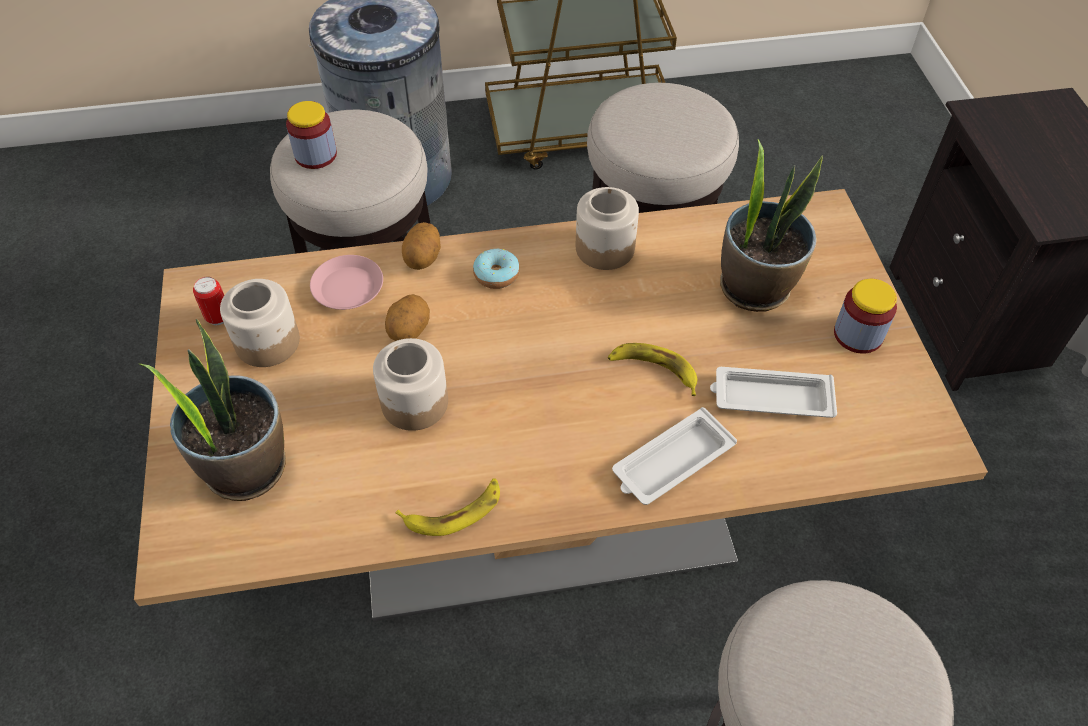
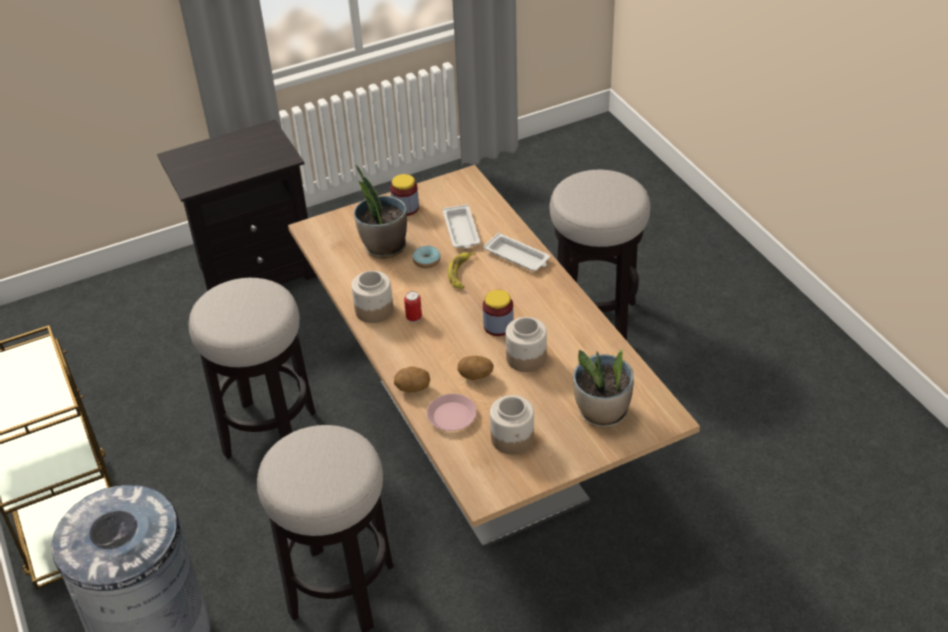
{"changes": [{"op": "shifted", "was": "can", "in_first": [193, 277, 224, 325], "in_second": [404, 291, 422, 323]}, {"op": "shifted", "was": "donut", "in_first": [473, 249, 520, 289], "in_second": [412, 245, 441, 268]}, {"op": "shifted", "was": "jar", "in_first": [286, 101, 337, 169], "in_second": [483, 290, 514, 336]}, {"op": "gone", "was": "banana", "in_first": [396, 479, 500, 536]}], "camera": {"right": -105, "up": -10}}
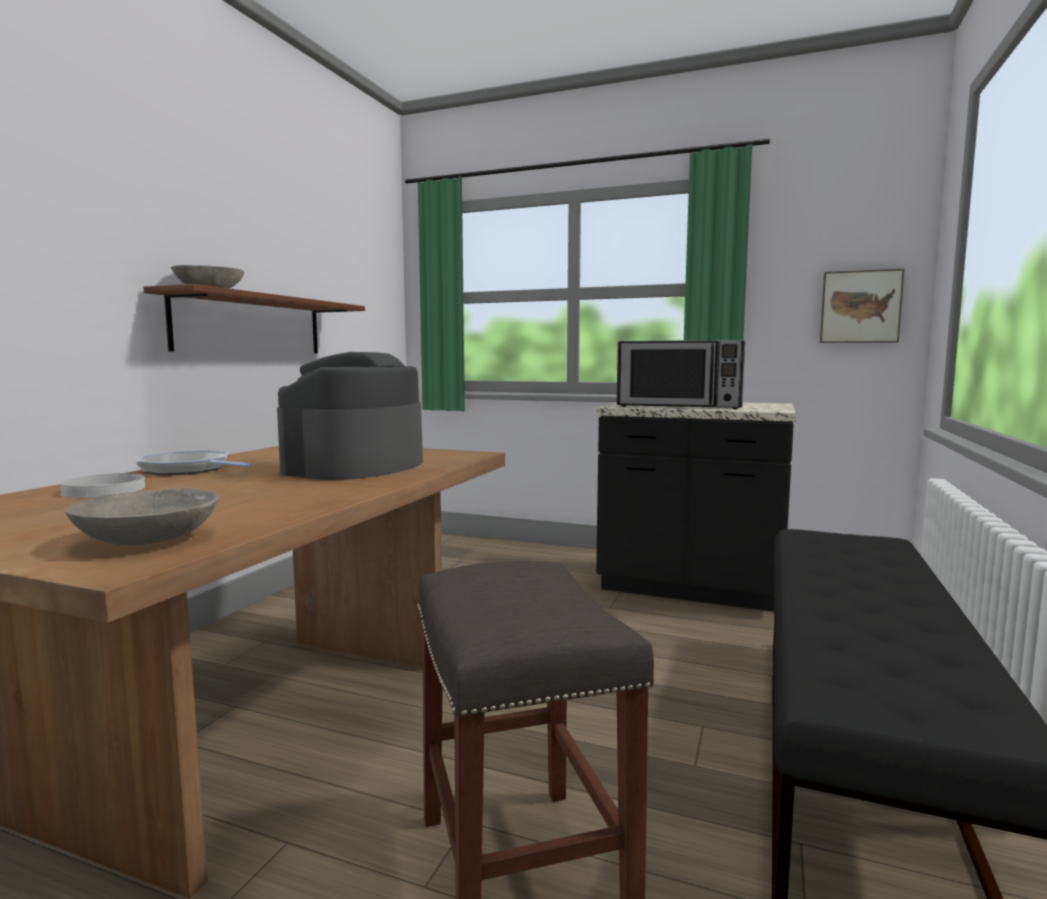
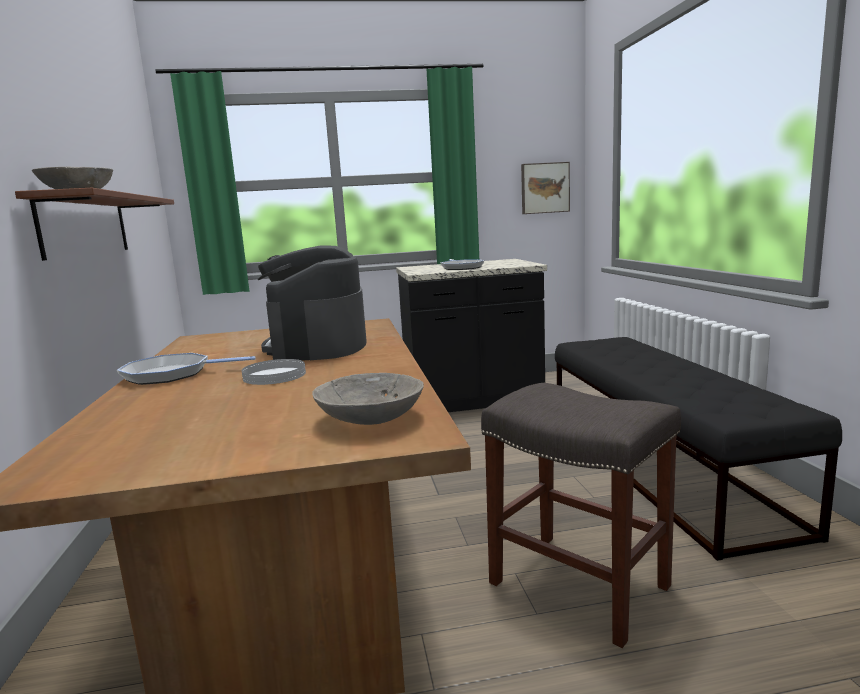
{"changes": [{"op": "shifted", "was": "plate in white", "in_first": [61, 473, 145, 498], "in_second": [242, 359, 306, 385]}, {"op": "swapped", "was": "microwave", "now": "frying pan", "in_first": [617, 340, 745, 409], "in_second": [440, 259, 484, 270]}], "camera": {"right": -30, "up": 5}}
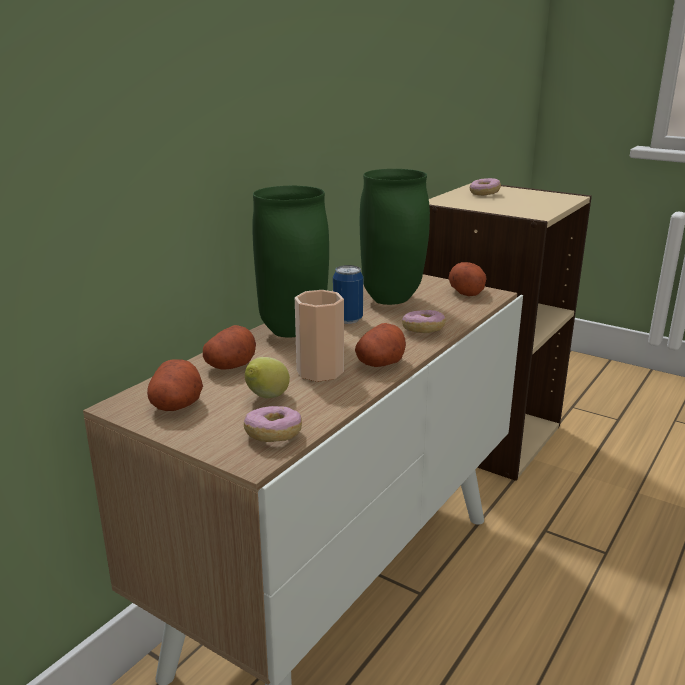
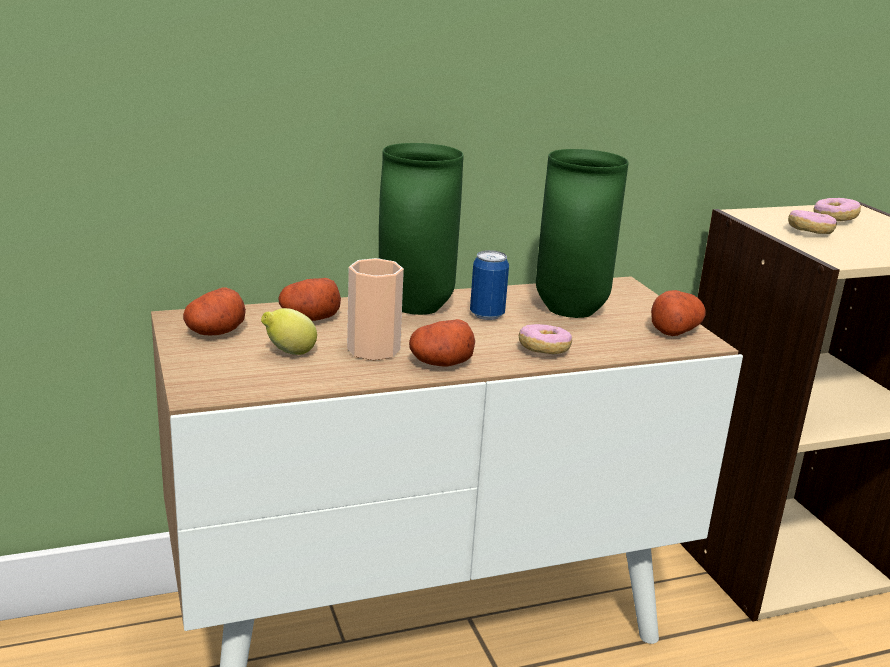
{"changes": [{"op": "shifted", "was": "donut", "in_first": [244, 406, 302, 442], "in_second": [788, 210, 837, 234]}], "camera": {"right": 35, "up": 0}}
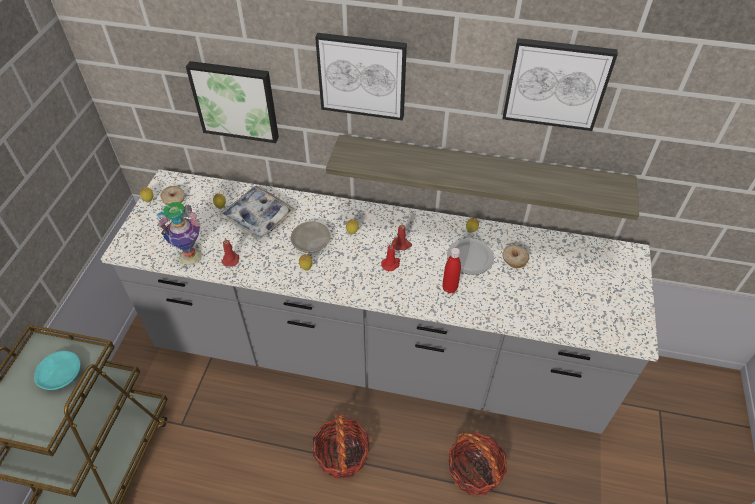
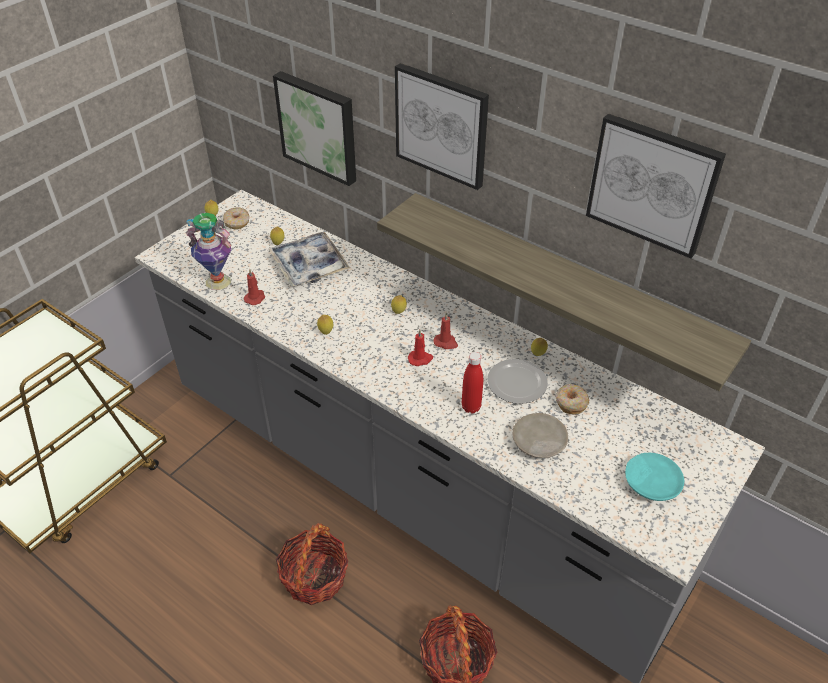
{"changes": [{"op": "shifted", "was": "plate in beige", "in_first": [291, 221, 330, 253], "in_second": [512, 413, 568, 458]}, {"op": "shifted", "was": "plate in turquoise", "in_first": [34, 351, 80, 390], "in_second": [625, 453, 684, 501]}], "camera": {"right": 25, "up": -5}}
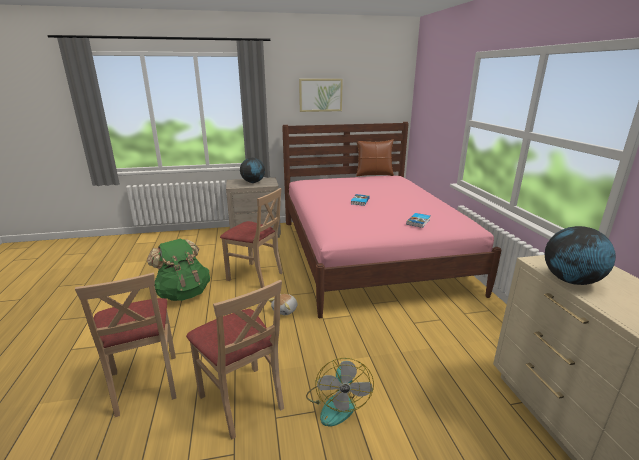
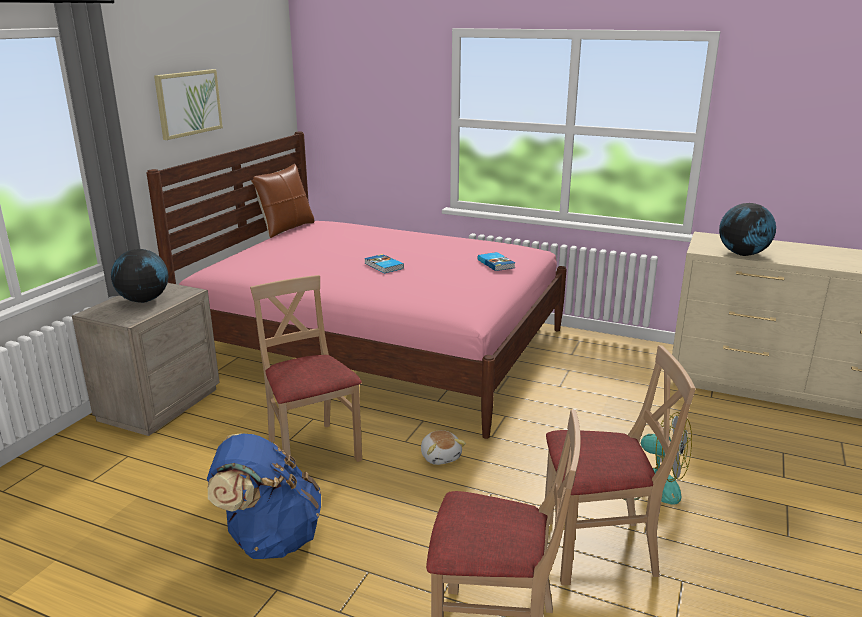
{"changes": [{"op": "repainted", "was": "backpack in green", "now": "backpack in blue", "in_first": [147, 239, 210, 301], "in_second": [207, 433, 321, 559]}, {"op": "rotated", "was": "chair in beige", "in_first": [220, 188, 283, 288], "in_second": [250, 275, 362, 467], "clockwise": -90}], "camera": {"right": -55, "up": 0}}
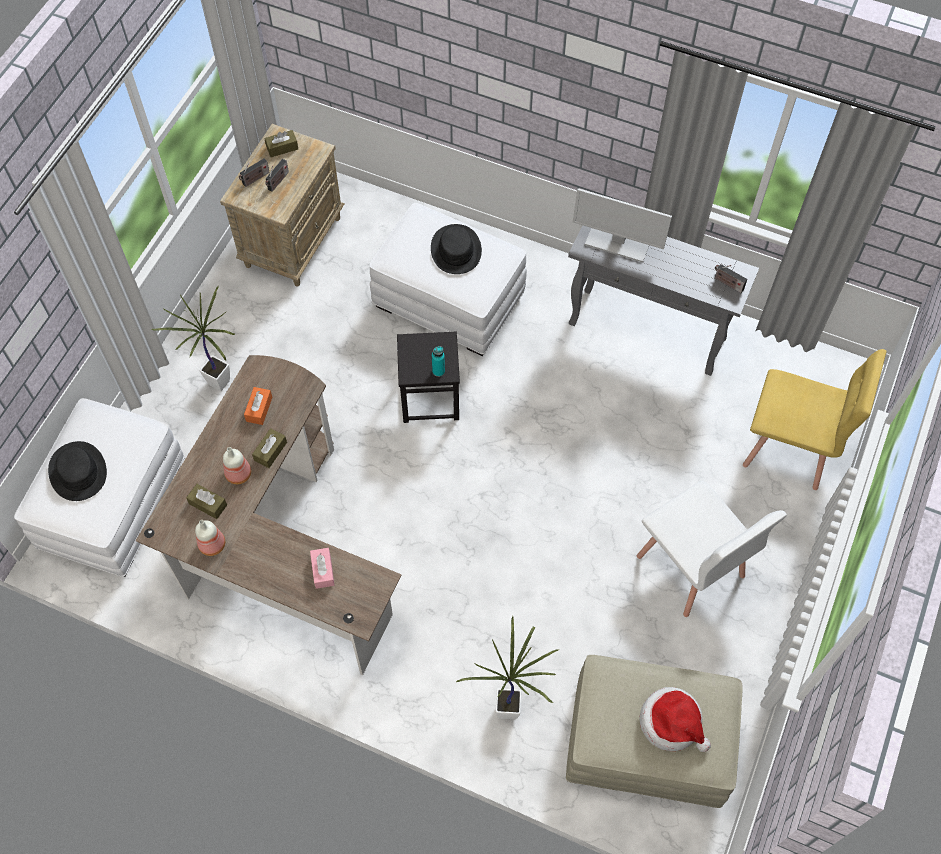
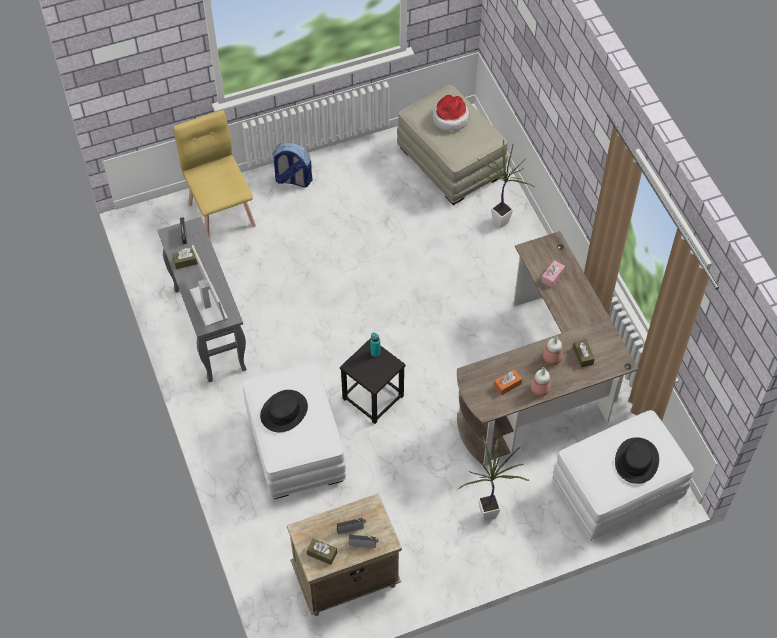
{"changes": [{"op": "shifted", "was": "tissue box in brown", "in_first": [252, 428, 287, 468], "in_second": [172, 248, 198, 269]}, {"op": "new", "now": "backpack", "in_second": [272, 142, 312, 188]}, {"op": "shifted", "was": "bottle", "in_first": [195, 520, 225, 556], "in_second": [530, 367, 550, 397]}, {"op": "gone", "was": "chair in white", "in_first": [637, 480, 787, 617]}], "camera": {"right": -135, "up": -5}}
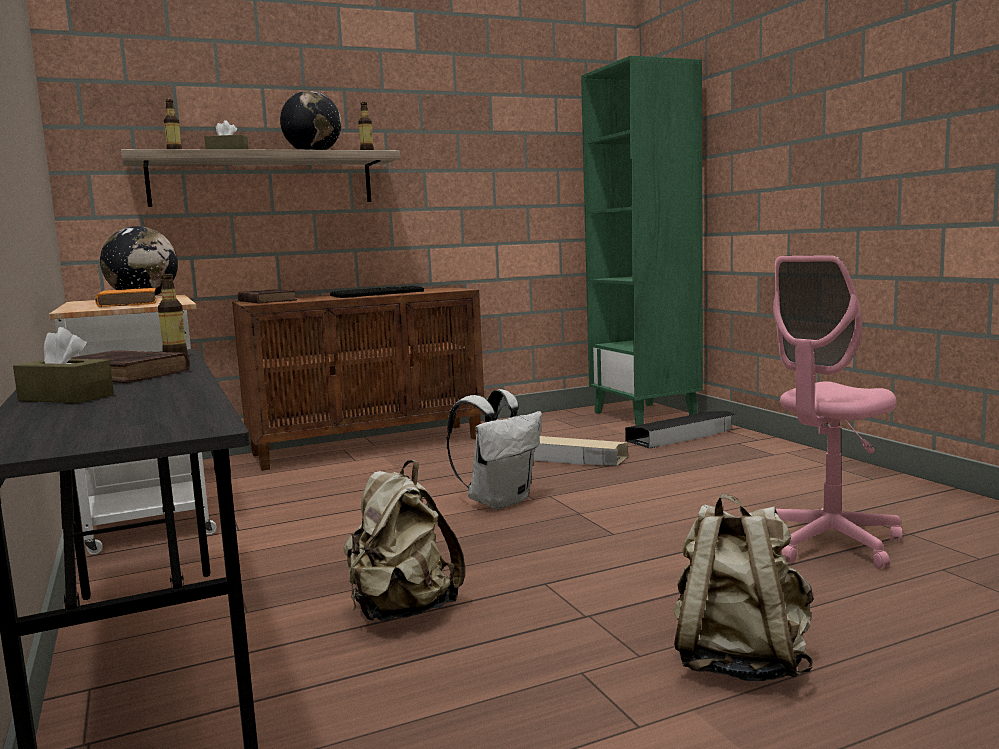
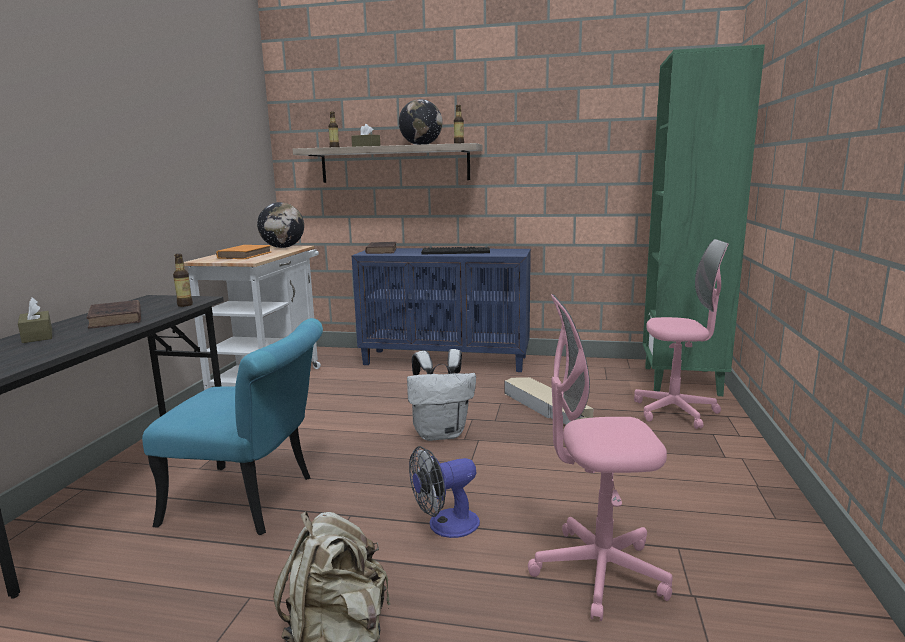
{"changes": [{"op": "swapped", "was": "backpack in beige", "now": "chair in turquoise", "in_first": [344, 460, 465, 621], "in_second": [142, 318, 323, 535]}, {"op": "repainted", "was": "cabinet in brown", "now": "cabinet in blue", "in_first": [232, 287, 484, 471], "in_second": [352, 248, 531, 372]}, {"op": "new", "now": "fan", "in_second": [409, 446, 480, 538]}, {"op": "swapped", "was": "storage box in black", "now": "office chair in pink", "in_first": [625, 411, 736, 449], "in_second": [634, 239, 728, 429]}], "camera": {"right": 35, "up": 5}}
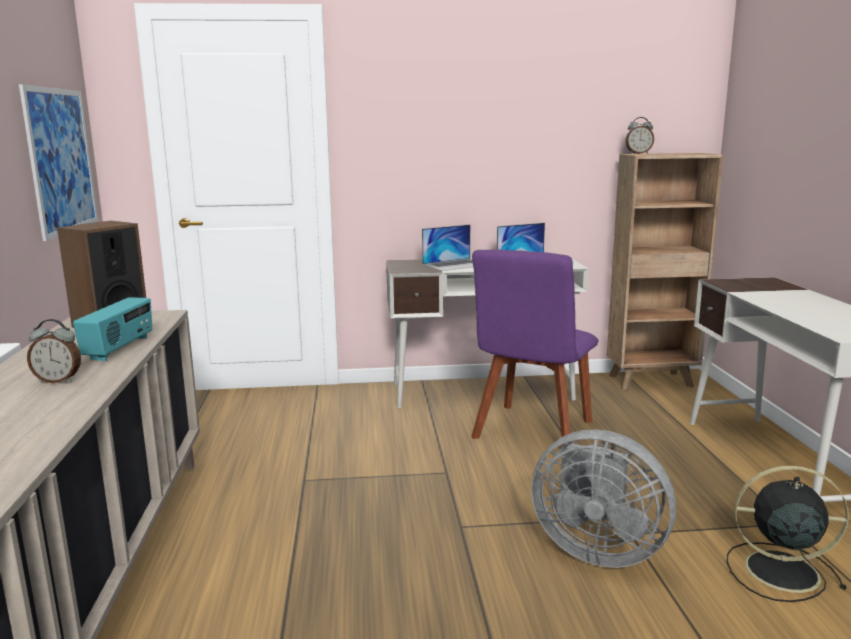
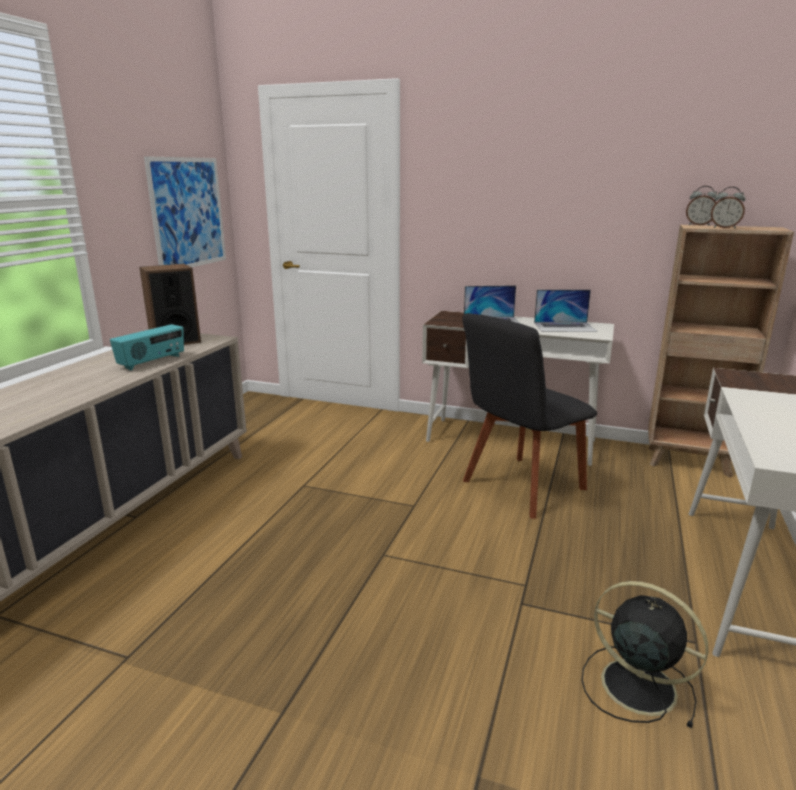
{"changes": [{"op": "repainted", "was": "chair in purple", "now": "chair in black", "in_first": [471, 249, 598, 445], "in_second": [462, 313, 597, 519]}, {"op": "shifted", "was": "alarm clock", "in_first": [27, 319, 81, 383], "in_second": [711, 187, 746, 229]}, {"op": "gone", "was": "fan in grey", "in_first": [531, 429, 676, 568]}], "camera": {"right": 25, "up": 5}}
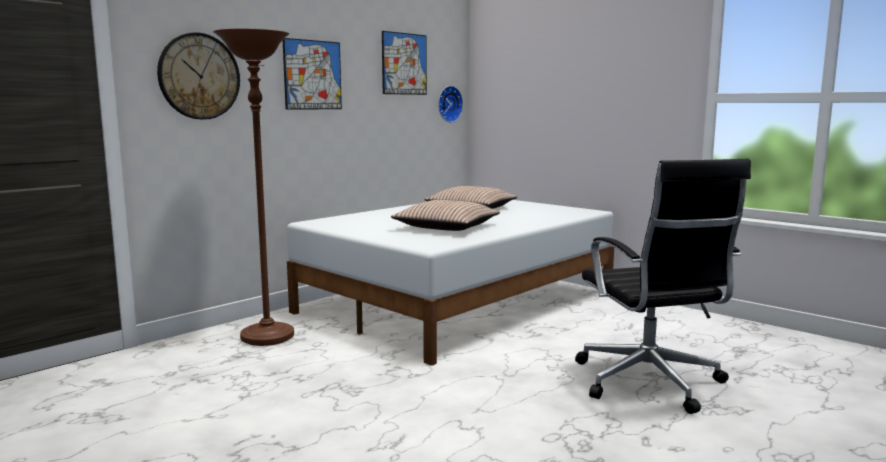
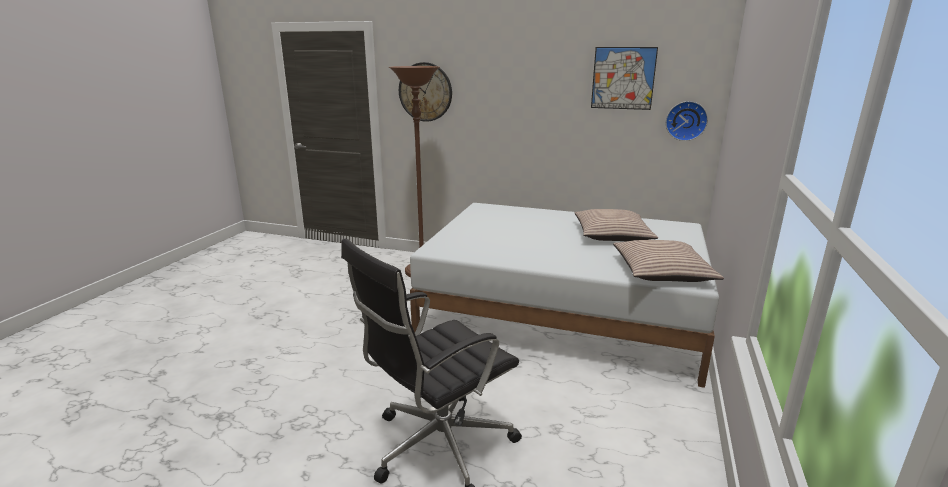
{"changes": [{"op": "shifted", "was": "pillow", "in_first": [391, 200, 500, 231], "in_second": [613, 240, 724, 282]}, {"op": "gone", "was": "picture", "in_first": [283, 38, 342, 110]}], "camera": {"right": 65, "up": 10}}
